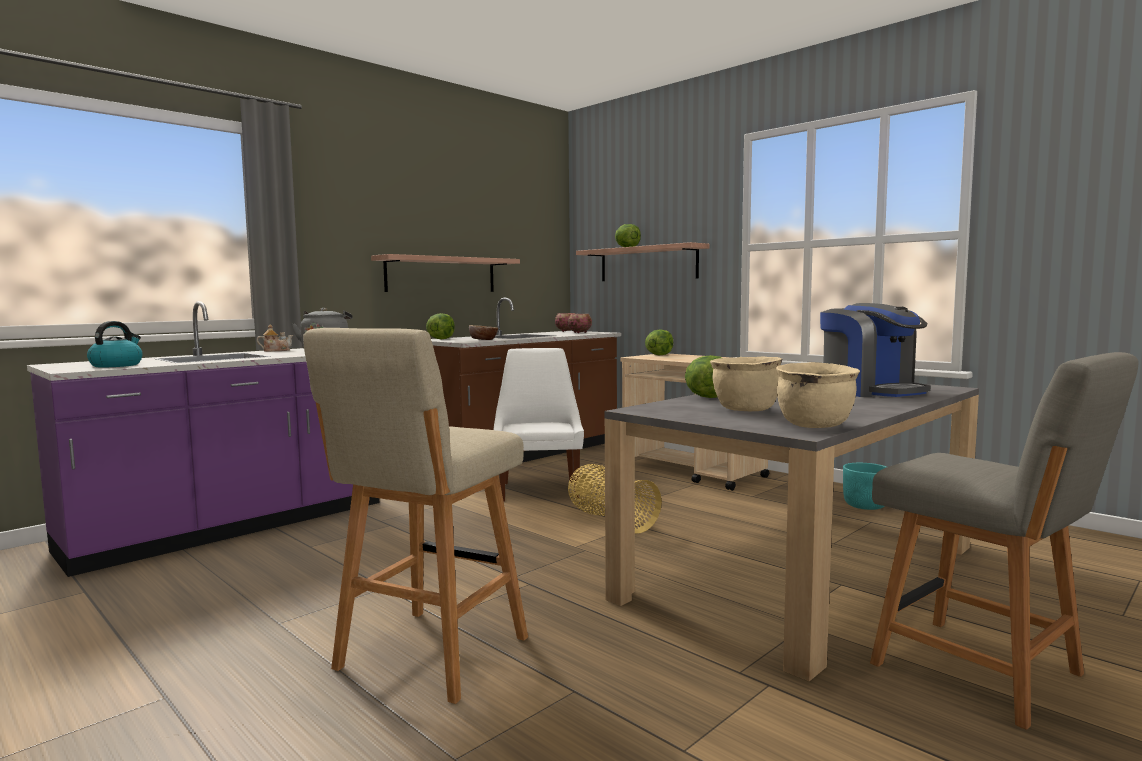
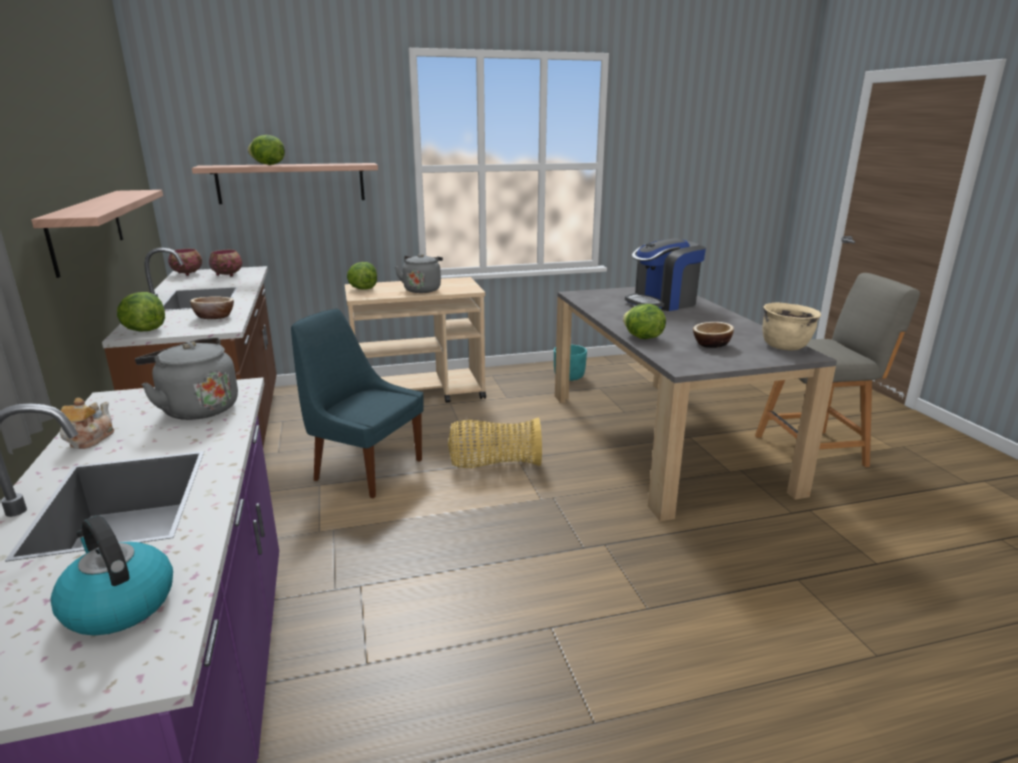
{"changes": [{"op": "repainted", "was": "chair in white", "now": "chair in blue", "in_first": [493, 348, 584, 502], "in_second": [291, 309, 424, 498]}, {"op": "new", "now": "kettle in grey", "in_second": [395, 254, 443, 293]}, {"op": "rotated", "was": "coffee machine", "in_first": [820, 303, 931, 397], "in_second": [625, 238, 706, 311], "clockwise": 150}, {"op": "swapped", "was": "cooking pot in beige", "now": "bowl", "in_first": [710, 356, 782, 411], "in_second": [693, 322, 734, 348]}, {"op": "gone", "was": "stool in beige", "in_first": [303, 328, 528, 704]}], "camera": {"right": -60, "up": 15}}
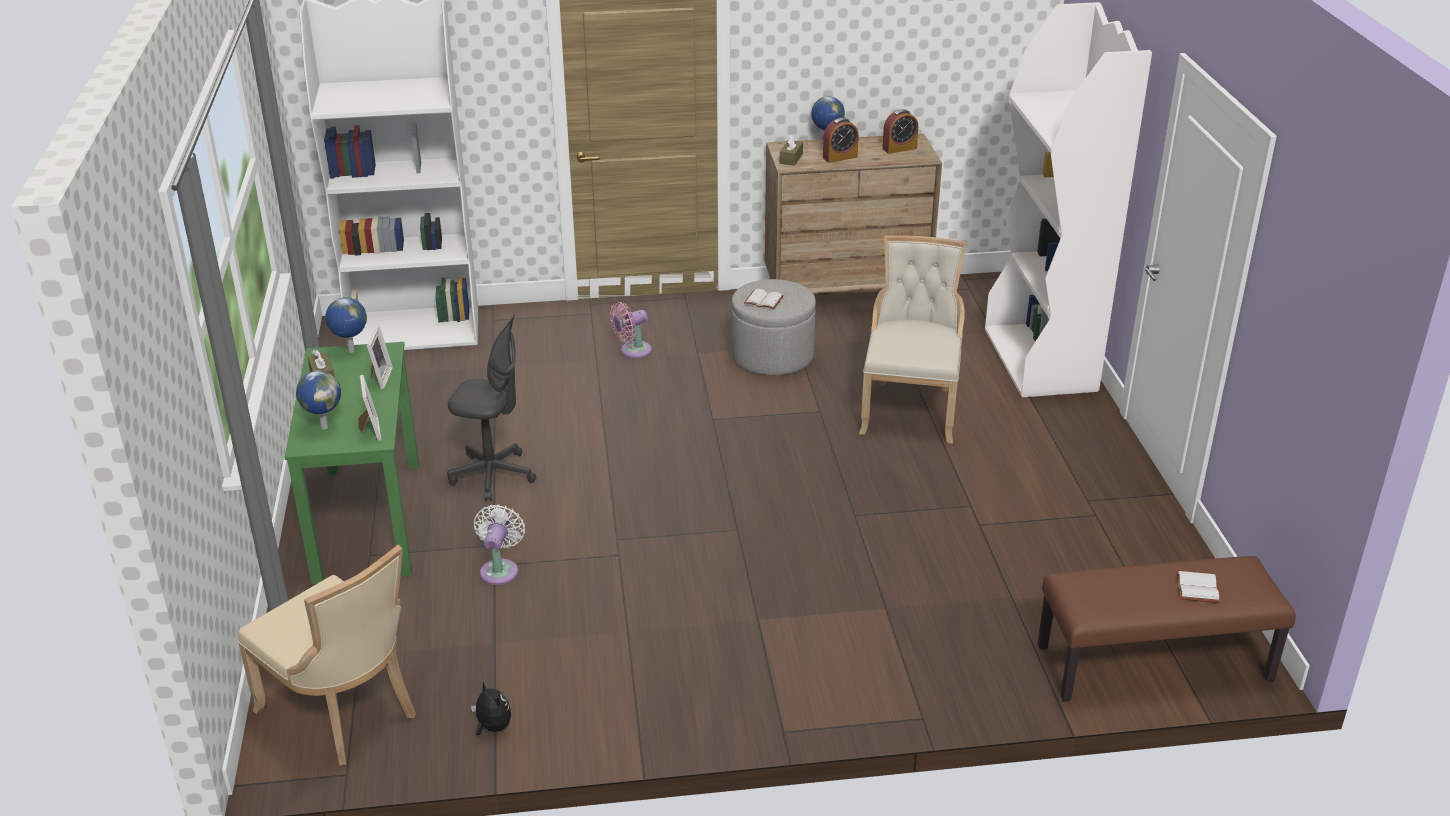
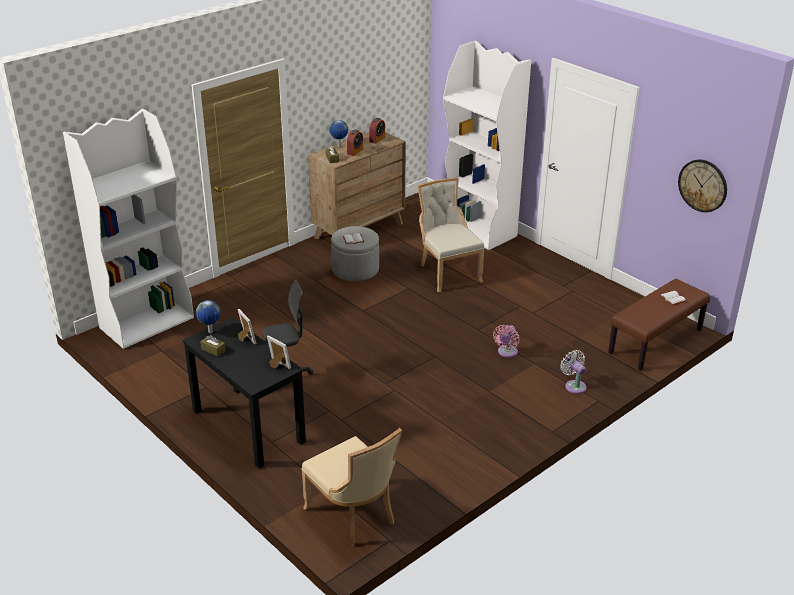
{"changes": [{"op": "repainted", "was": "desk in green", "now": "desk in black", "in_first": [284, 342, 419, 584], "in_second": [182, 318, 306, 468]}, {"op": "rotated", "was": "chair in beige", "in_first": [238, 545, 416, 766], "in_second": [302, 428, 402, 547], "clockwise": 45}, {"op": "shifted", "was": "fan in pink", "in_first": [610, 302, 652, 358], "in_second": [493, 325, 520, 358]}, {"op": "shifted", "was": "fan in white", "in_first": [474, 504, 525, 585], "in_second": [560, 350, 586, 394]}, {"op": "new", "now": "wall clock", "in_second": [678, 160, 727, 212]}, {"op": "gone", "was": "globe", "in_first": [296, 371, 341, 429]}, {"op": "gone", "was": "plush toy", "in_first": [471, 682, 511, 736]}], "camera": {"right": -35, "up": 0}}
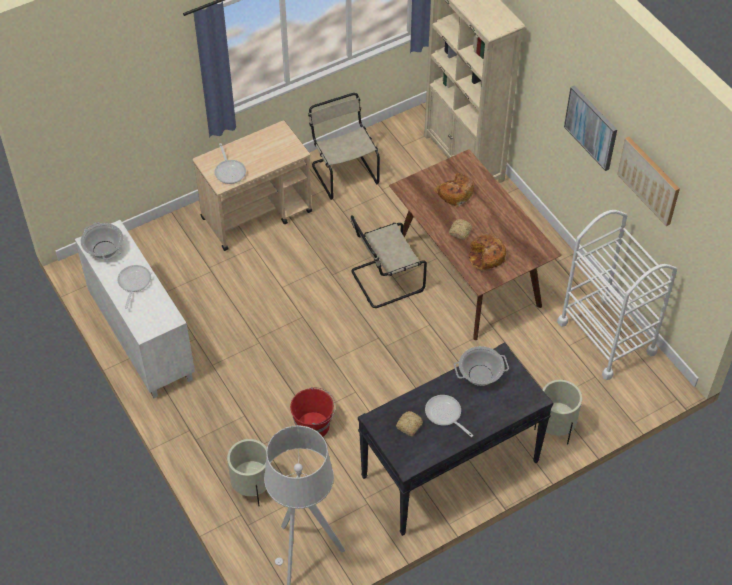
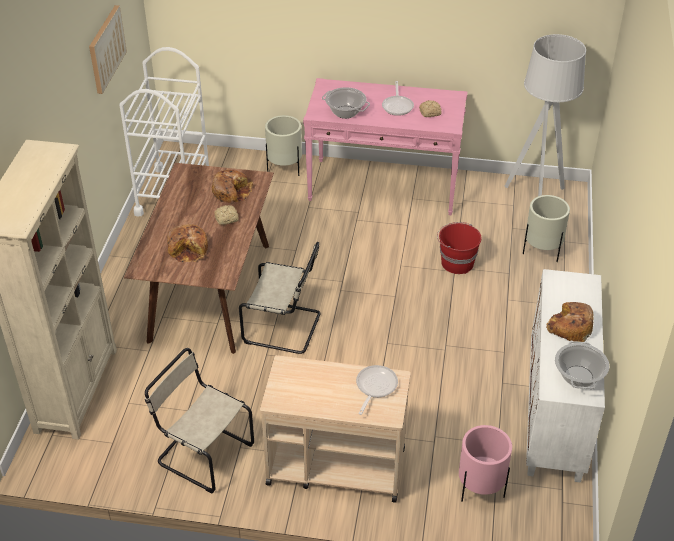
{"changes": [{"op": "rotated", "was": "chair in beige", "in_first": [308, 93, 380, 200], "in_second": [145, 348, 254, 493], "clockwise": 105}, {"op": "repainted", "was": "console table in black", "now": "console table in pink", "in_first": [358, 342, 553, 536], "in_second": [303, 78, 468, 215]}, {"op": "new", "now": "planter in pink", "in_second": [459, 425, 512, 501]}, {"op": "swapped", "was": "frying pan", "now": "bread", "in_first": [117, 265, 151, 309], "in_second": [546, 302, 594, 342]}, {"op": "gone", "was": "picture", "in_first": [564, 85, 617, 171]}], "camera": {"right": -140, "up": -10}}
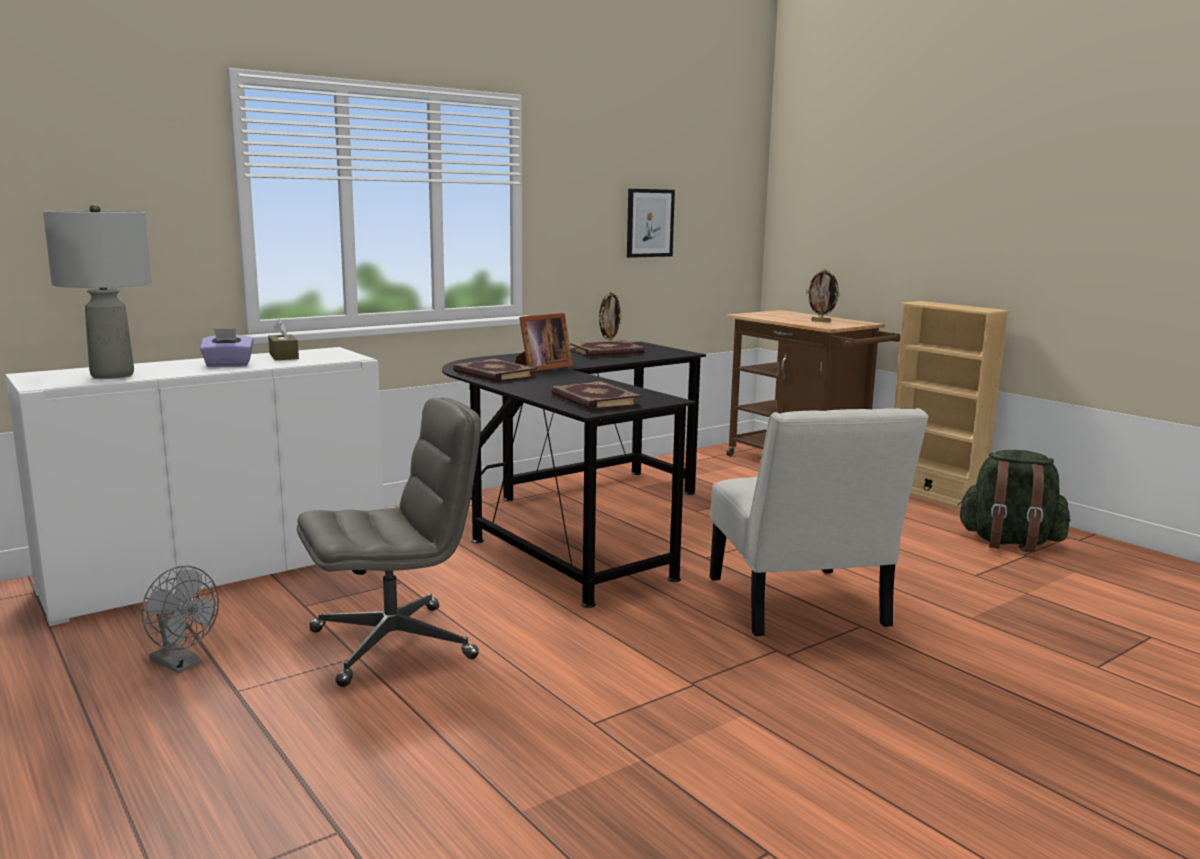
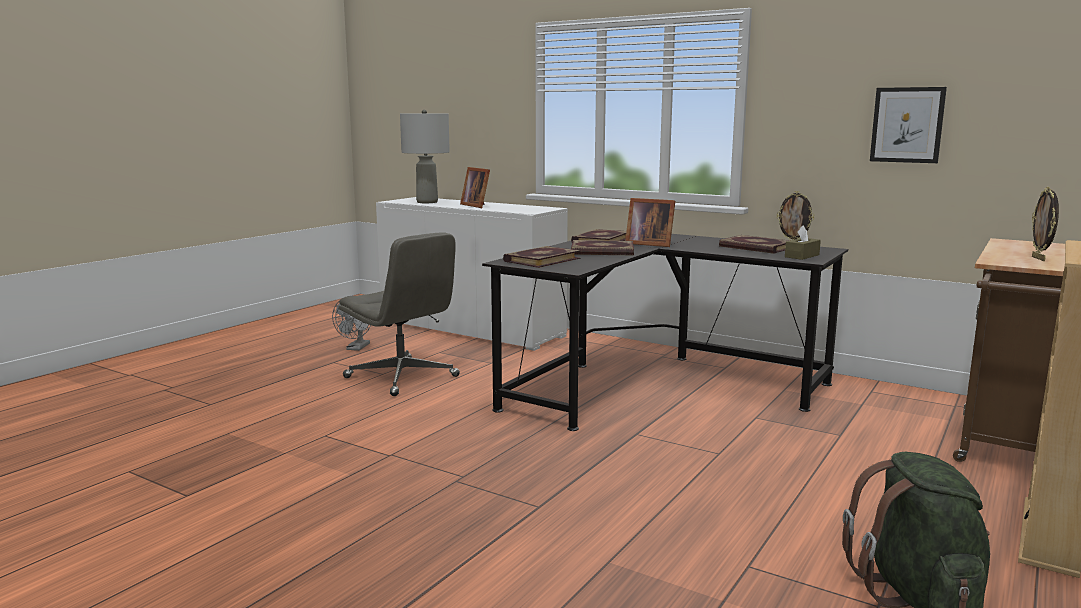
{"changes": [{"op": "swapped", "was": "tissue box in purple", "now": "picture frame", "in_first": [200, 328, 253, 367], "in_second": [460, 167, 490, 208]}, {"op": "new", "now": "book", "in_second": [571, 240, 634, 255]}, {"op": "shifted", "was": "tissue box in brown", "in_first": [268, 319, 299, 360], "in_second": [785, 225, 821, 260]}, {"op": "gone", "was": "chair in white", "in_first": [710, 408, 929, 636]}], "camera": {"right": 70, "up": 0}}
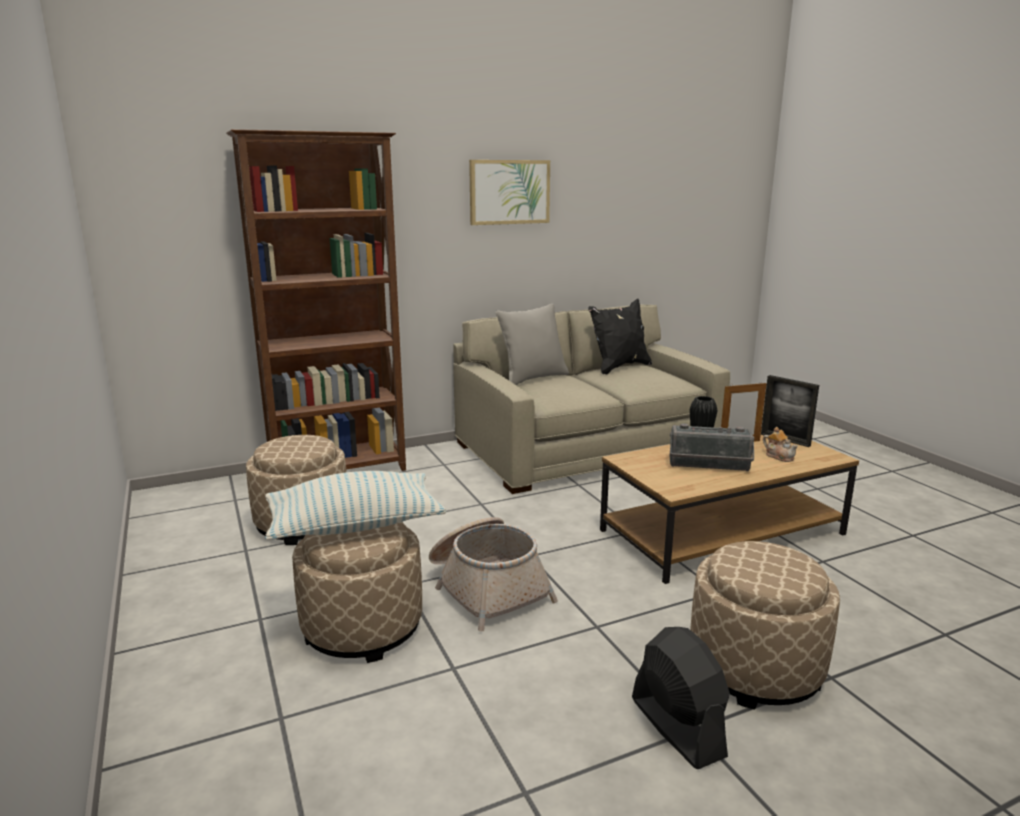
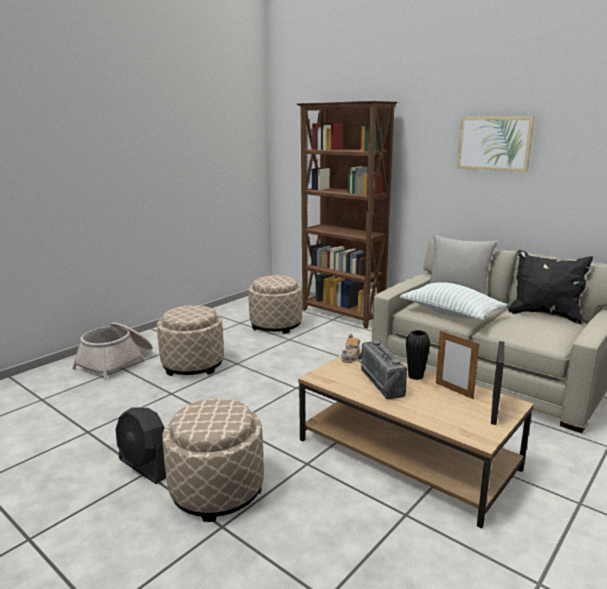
{"changes": [{"op": "shifted", "was": "basket", "in_first": [429, 517, 558, 631], "in_second": [72, 323, 152, 380]}, {"op": "rotated", "was": "fan in black", "in_first": [632, 627, 730, 769], "in_second": [115, 407, 166, 484], "clockwise": 90}, {"op": "shifted", "was": "teapot", "in_first": [763, 427, 798, 462], "in_second": [341, 333, 360, 363]}, {"op": "shifted", "was": "pillow", "in_first": [265, 471, 446, 540], "in_second": [400, 282, 507, 320]}], "camera": {"right": 65, "up": 0}}
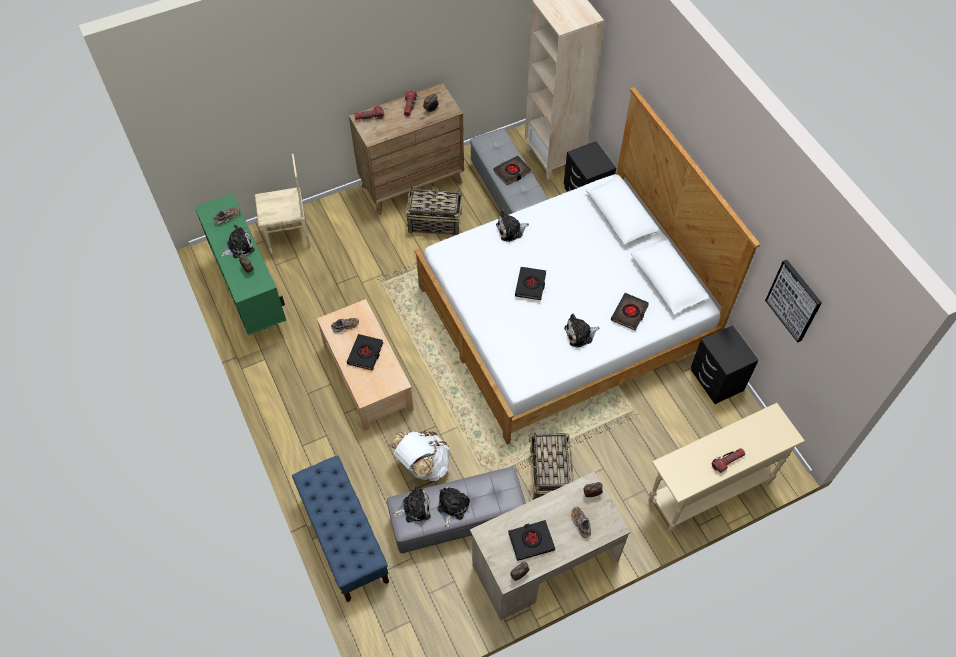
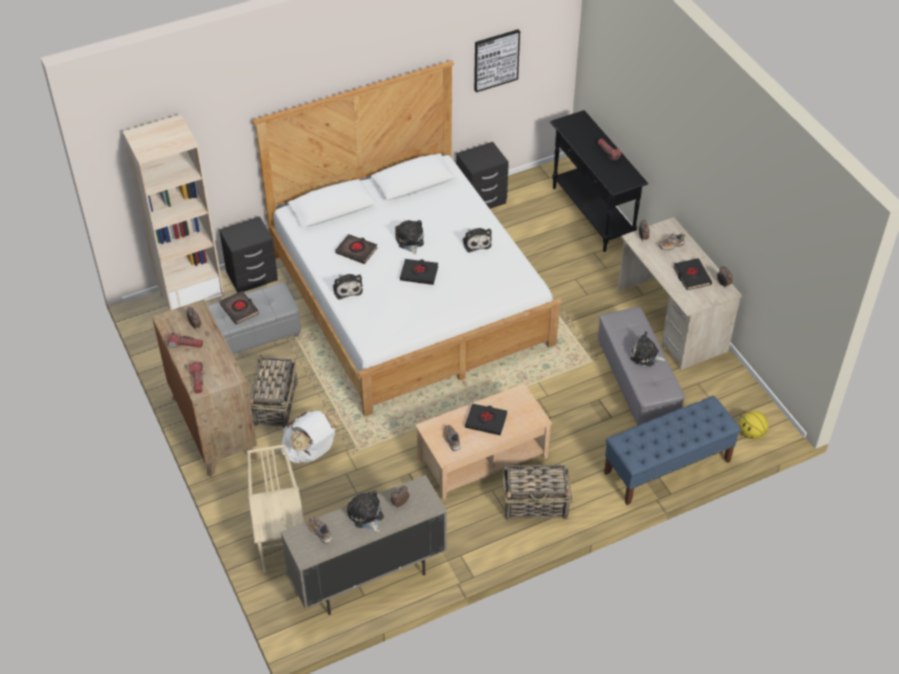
{"changes": [{"op": "shifted", "was": "backpack in white", "in_first": [388, 431, 450, 481], "in_second": [281, 410, 341, 463]}, {"op": "repainted", "was": "cabinet in green", "now": "cabinet in beige", "in_first": [195, 193, 286, 335], "in_second": [281, 475, 447, 615]}, {"op": "shifted", "was": "book in black", "in_first": [611, 293, 649, 331], "in_second": [335, 234, 377, 264]}, {"op": "shifted", "was": "plush toy", "in_first": [393, 486, 431, 522], "in_second": [395, 220, 424, 254]}, {"op": "shifted", "was": "basket", "in_first": [529, 433, 574, 500], "in_second": [503, 465, 572, 520]}, {"op": "repainted", "was": "console table in beige", "now": "console table in black", "in_first": [648, 403, 805, 534], "in_second": [550, 110, 648, 252]}, {"op": "new", "now": "basketball", "in_second": [740, 411, 768, 439]}], "camera": {"right": -90, "up": -10}}
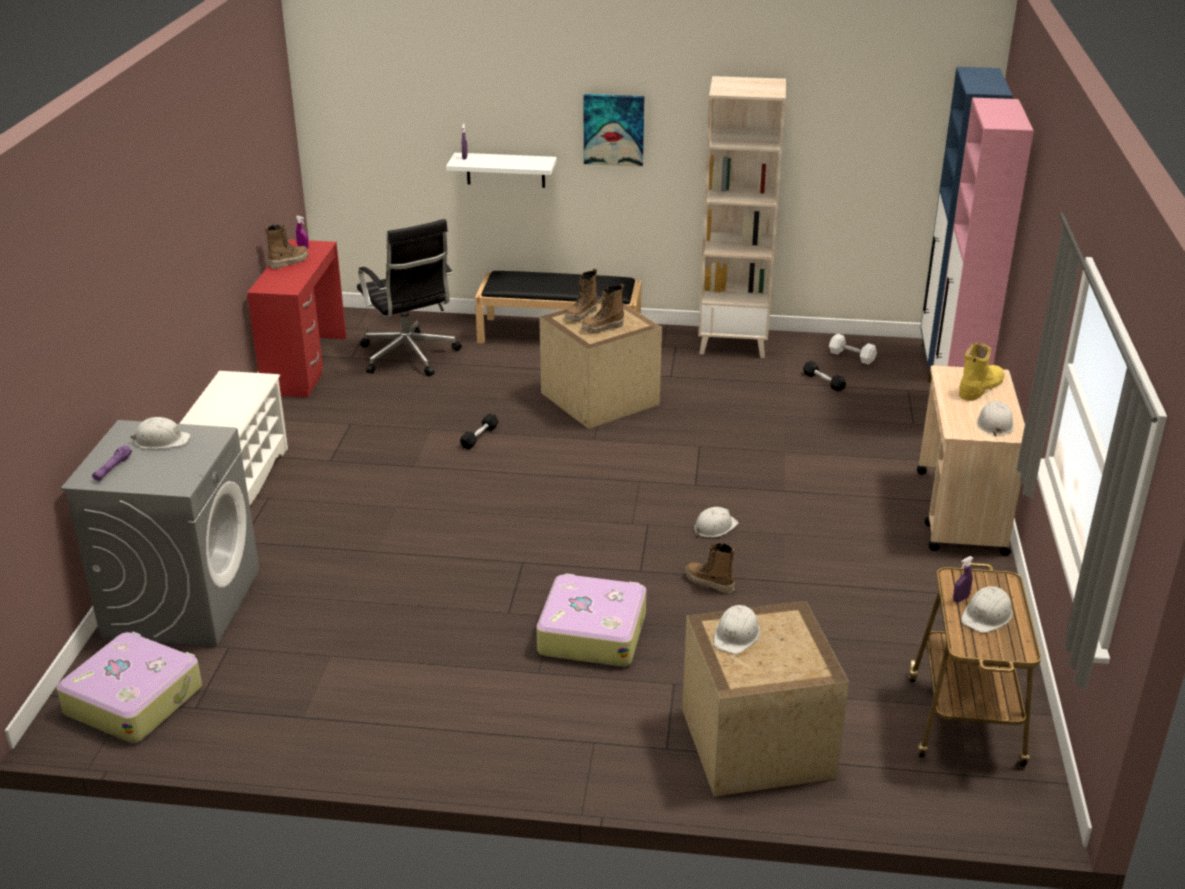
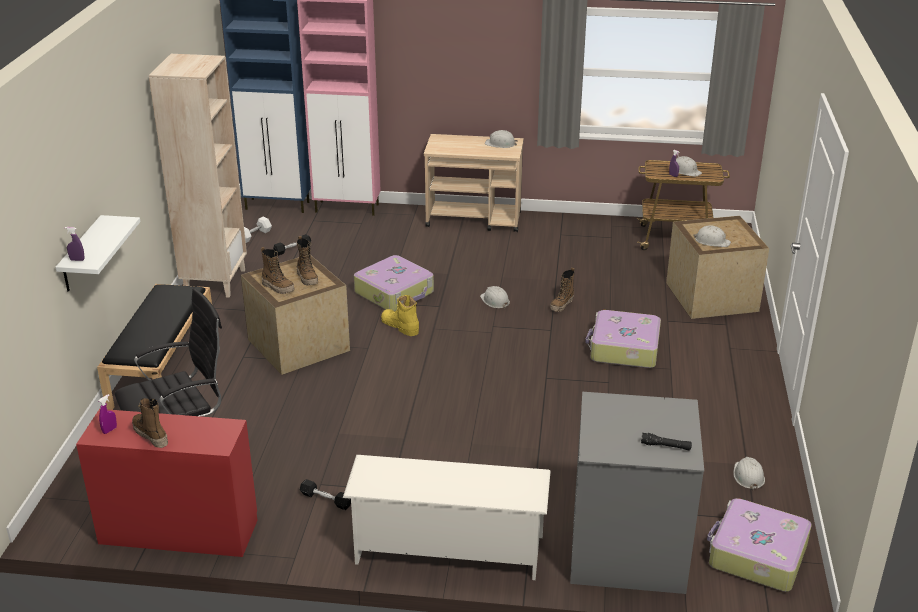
{"changes": [{"op": "shifted", "was": "dumbbell in black", "in_first": [460, 413, 499, 449], "in_second": [300, 479, 351, 510]}, {"op": "new", "now": "suitcase", "in_second": [354, 255, 434, 312]}, {"op": "shifted", "was": "boot in yellow", "in_first": [959, 343, 1004, 401], "in_second": [381, 295, 419, 336]}, {"op": "repainted", "was": "flashlight in purple", "now": "flashlight in black", "in_first": [92, 445, 132, 481], "in_second": [641, 433, 692, 451]}, {"op": "shifted", "was": "hard hat in white", "in_first": [131, 417, 191, 449], "in_second": [733, 457, 765, 490]}, {"op": "gone", "was": "picture", "in_first": [584, 94, 644, 167]}], "camera": {"right": -90, "up": 0}}
